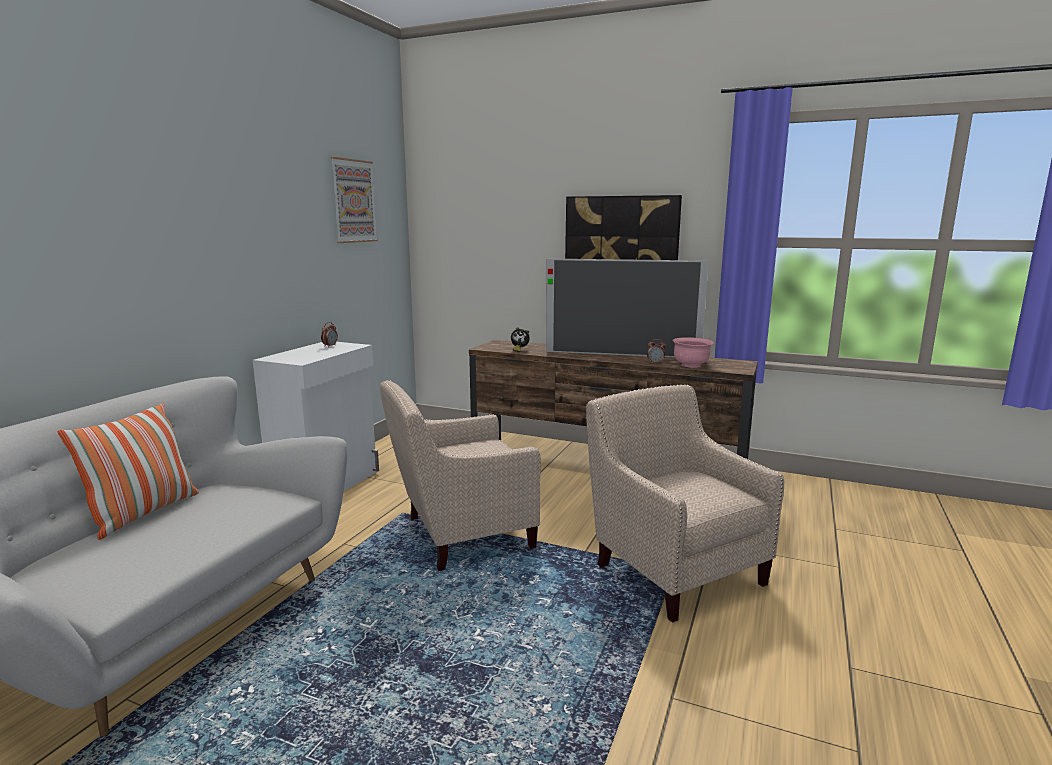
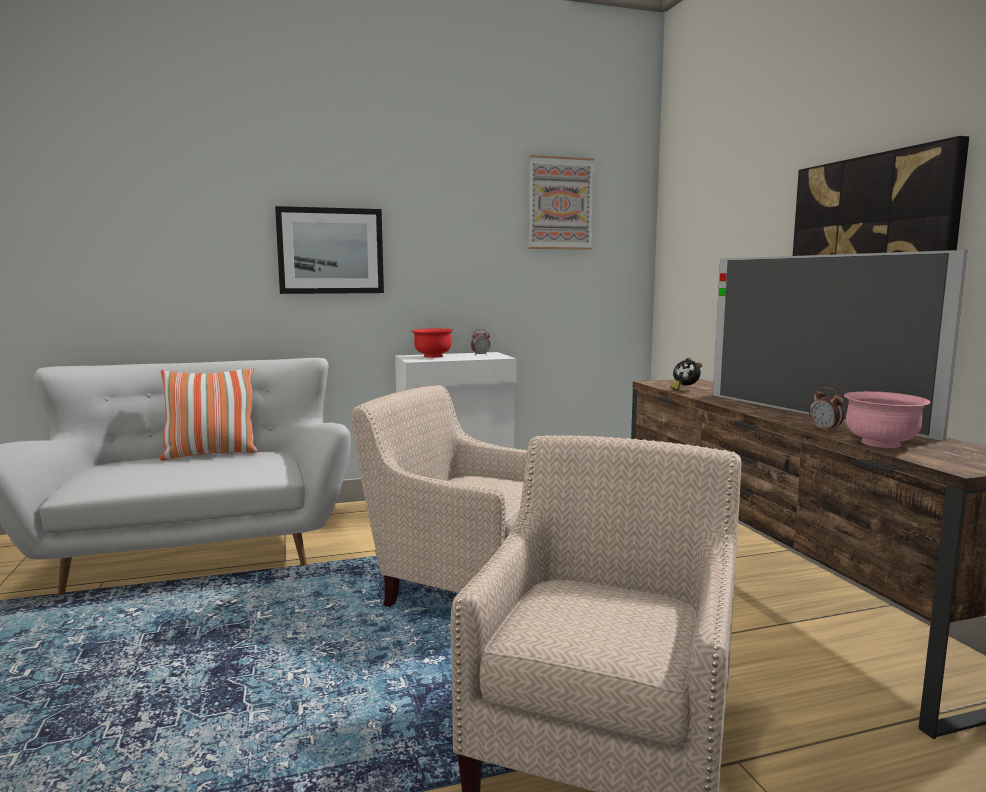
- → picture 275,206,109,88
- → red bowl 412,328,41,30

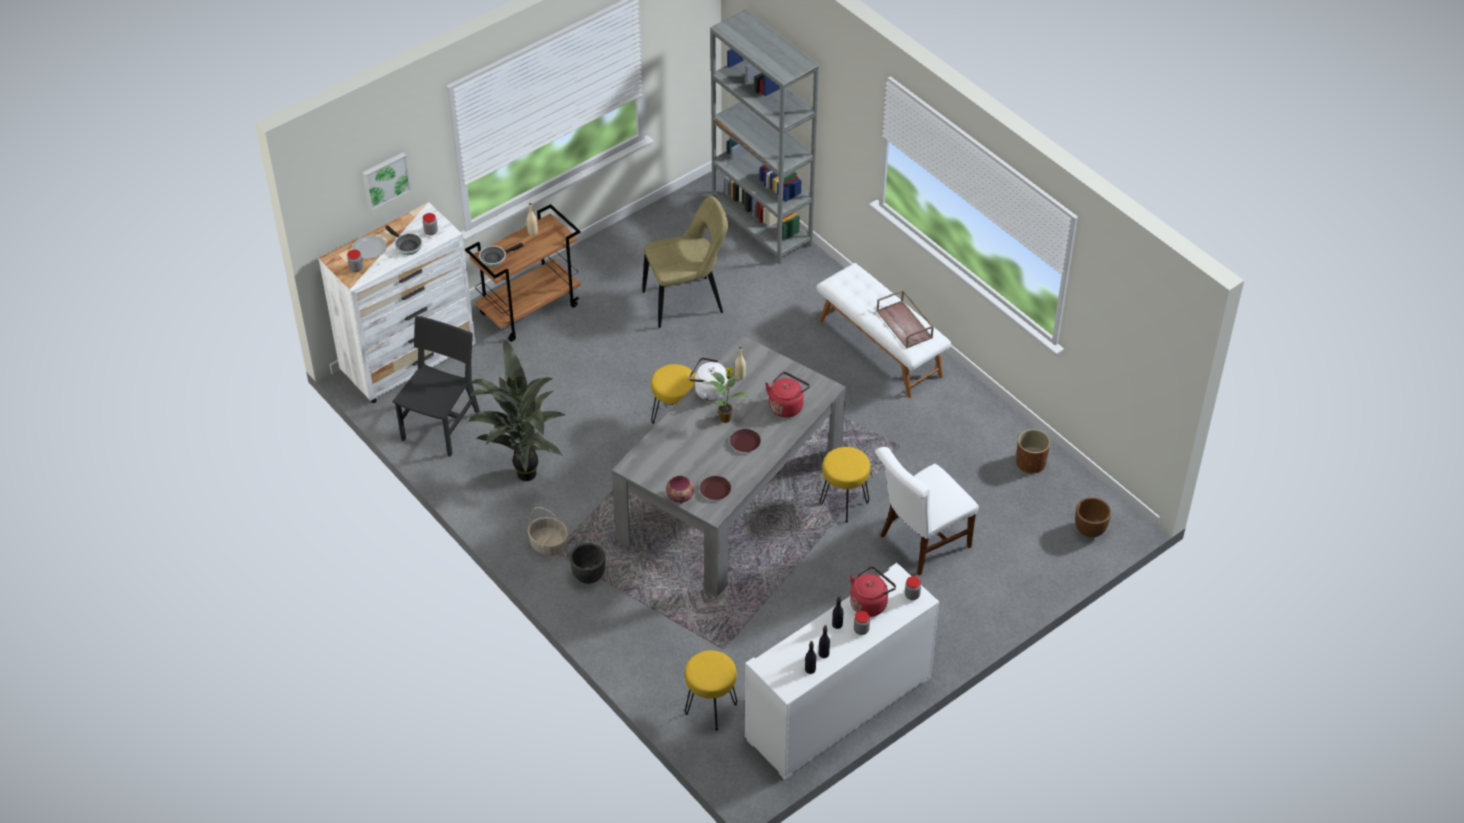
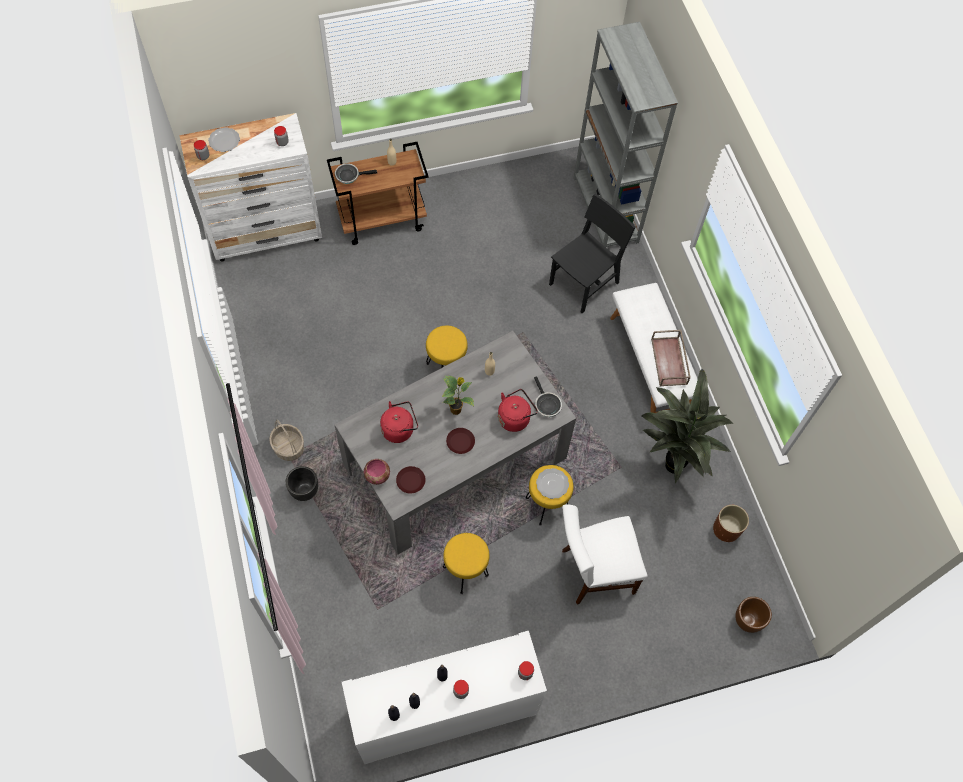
picture 362,152,49,59 → -
frying pan 385,225,38,30 → frying pan 534,376,28,41, relocated
black chair 392,316,88,141 → black chair 549,194,87,119, relocated
potted plant 468,341,97,140 → potted plant 642,369,92,115, relocated
beige chair 643,196,85,132 → -
yellow stool 685,650,52,81 → yellow stool 443,533,47,61, relocated
white kettle 689,357,40,44 → -
red kettle 850,566,46,51 → red kettle 380,401,38,42, relocated
- → plate 536,468,33,31

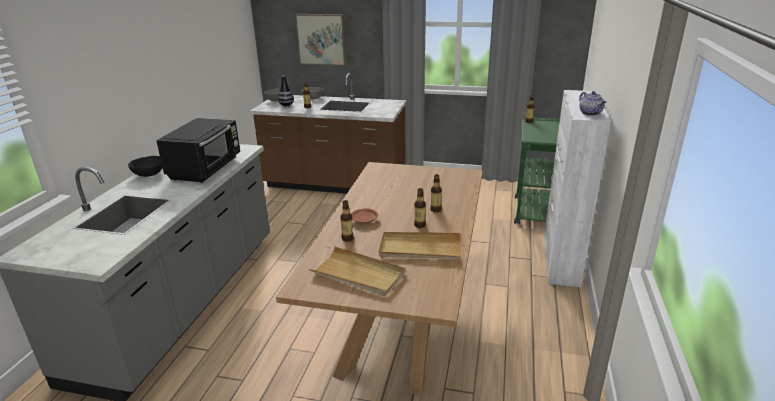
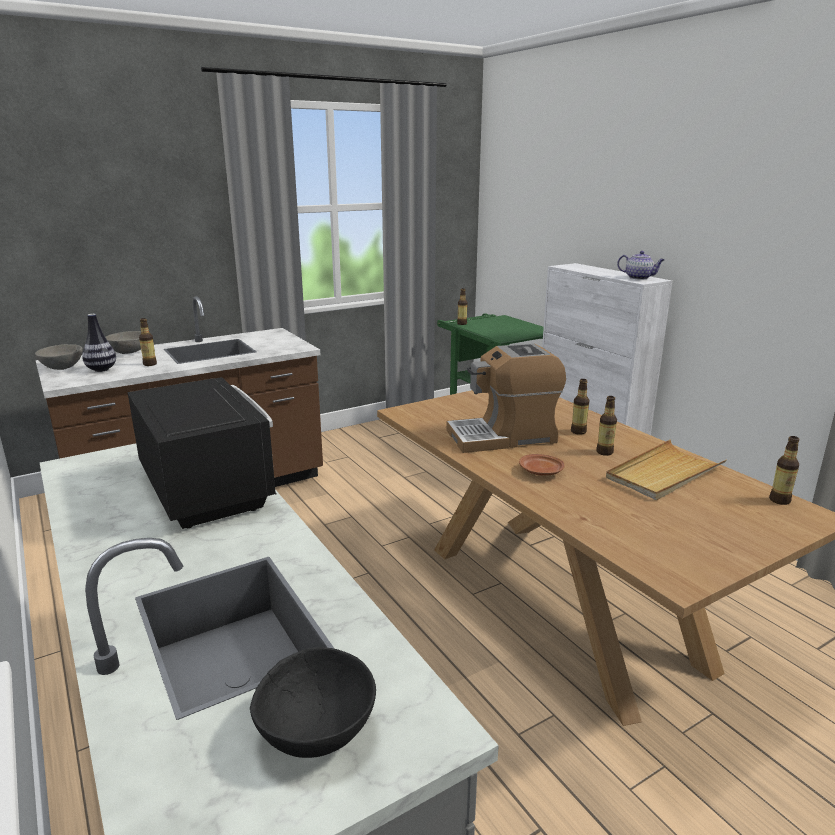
black bowl 128,156,35,21 → black bowl 250,647,126,111, relocated
picture 295,14,51,52 → -
beige tray 309,246,97,50 → -
bottle 340,200,13,42 → bottle 769,436,31,69, relocated
- → coffee machine 446,343,120,110

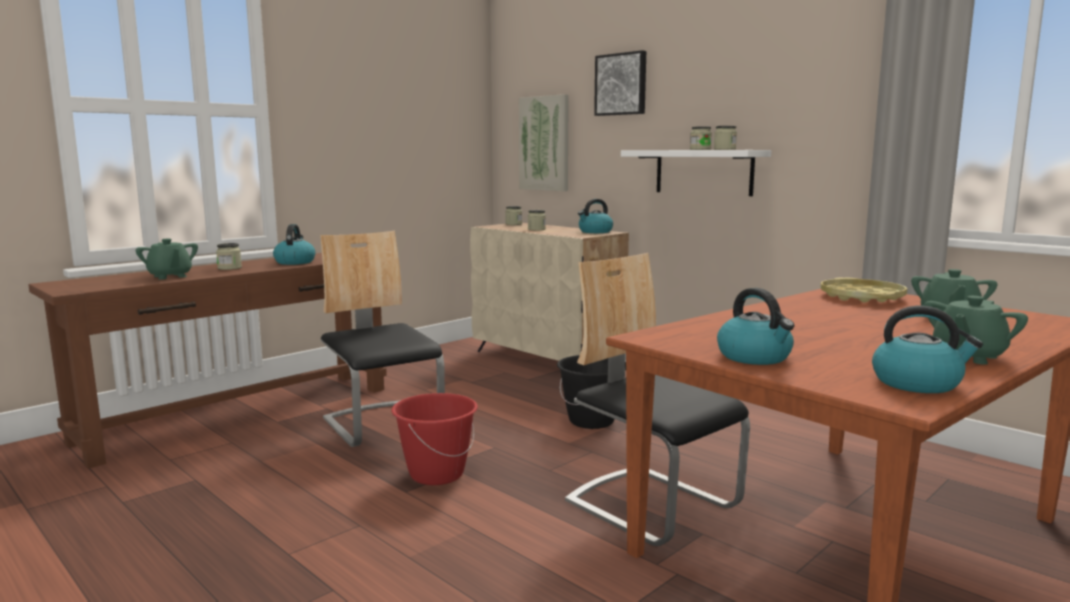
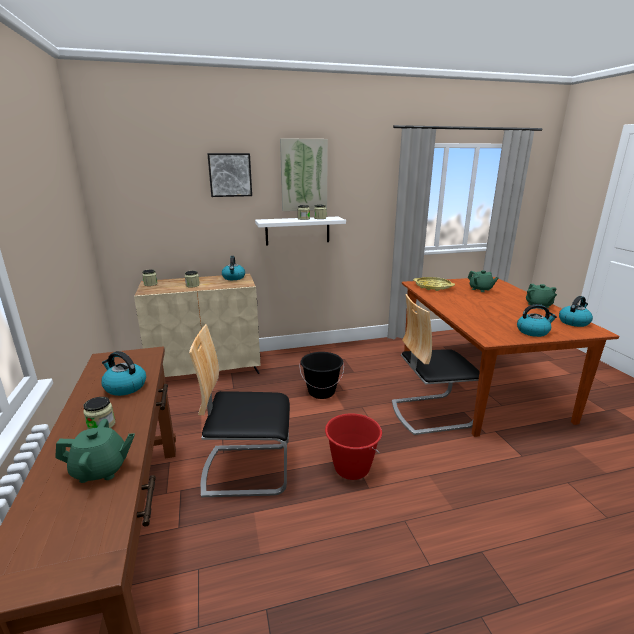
picture 519,94,50,97 → picture 280,138,48,73, relocated

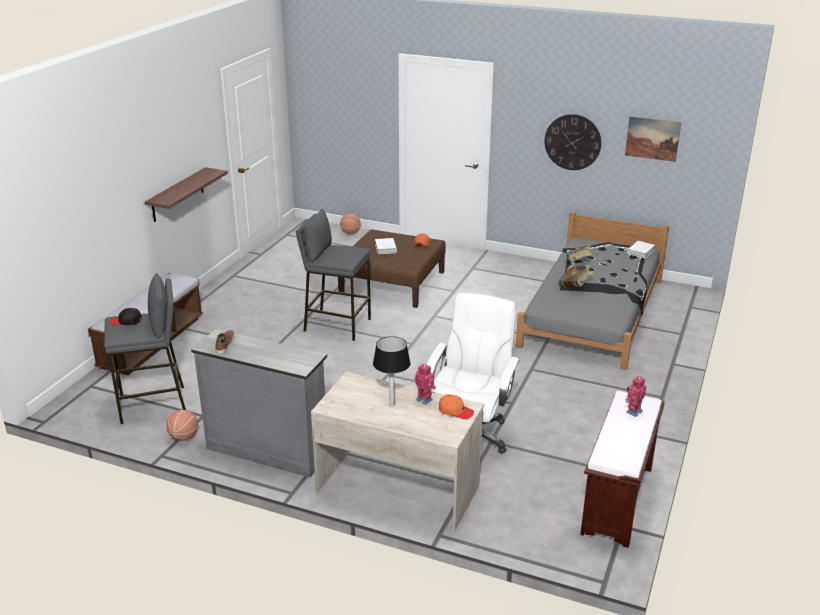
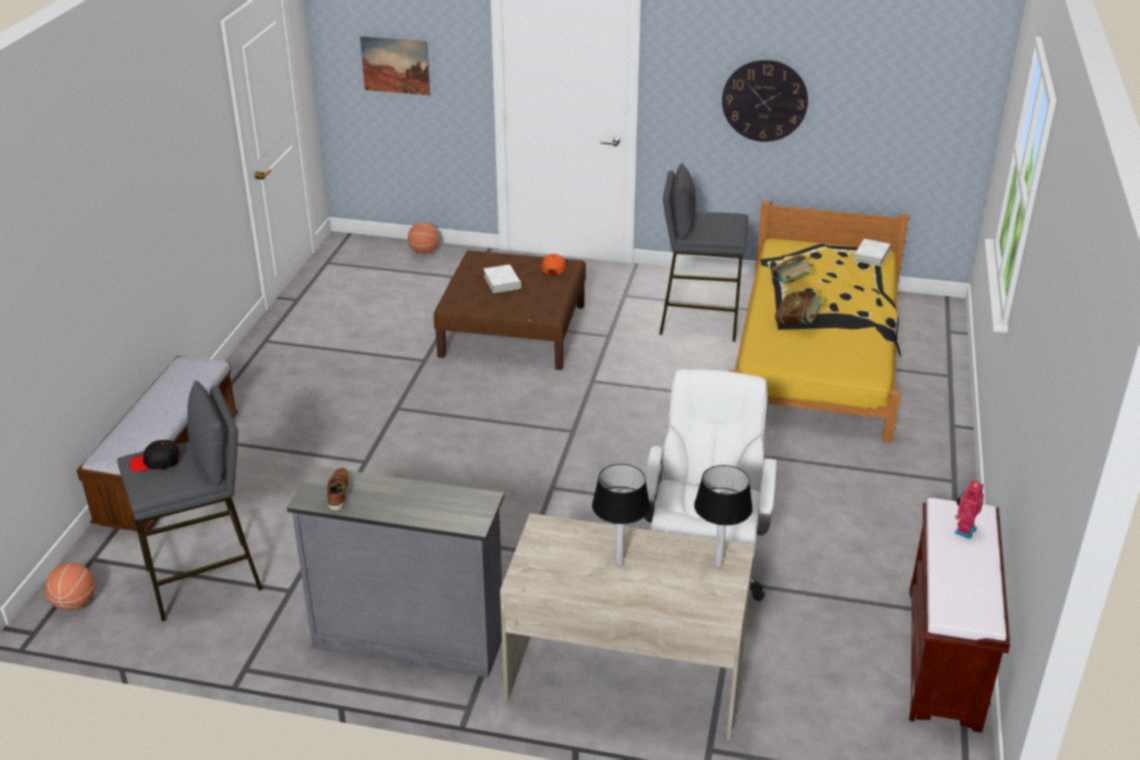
shelf 145,167,83,55 → -
basketball 166,410,32,31 → basketball 45,563,50,47, relocated
grey stool 296,209,75,132 → grey stool 659,163,89,179, relocated
toy robot 414,363,22,42 → -
orange cap 439,394,35,25 → table lamp 694,465,59,102
grey bed 516,211,153,159 → yellow bed 730,201,179,242
picture 625,116,56,46 → picture 360,36,70,59, relocated

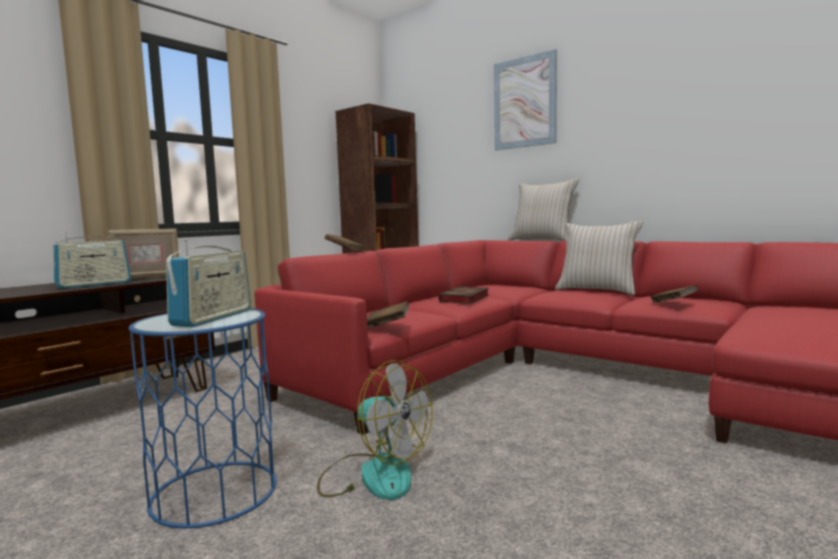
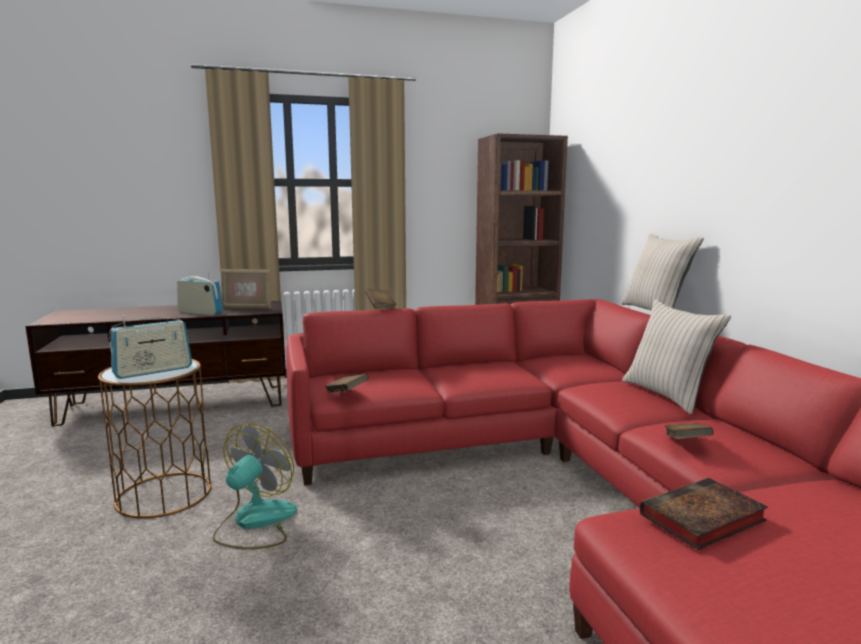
radio 52,232,79,56 → radio 177,273,46,42, 150 degrees counterclockwise
blue side table 129,308,148,220 → brown side table 98,359,114,159
fan 317,360,116,140 → fan 212,424,85,126, 135 degrees counterclockwise
book 439,286,50,18 → book 640,478,128,72, relocated
picture 494,49,63,101 → -

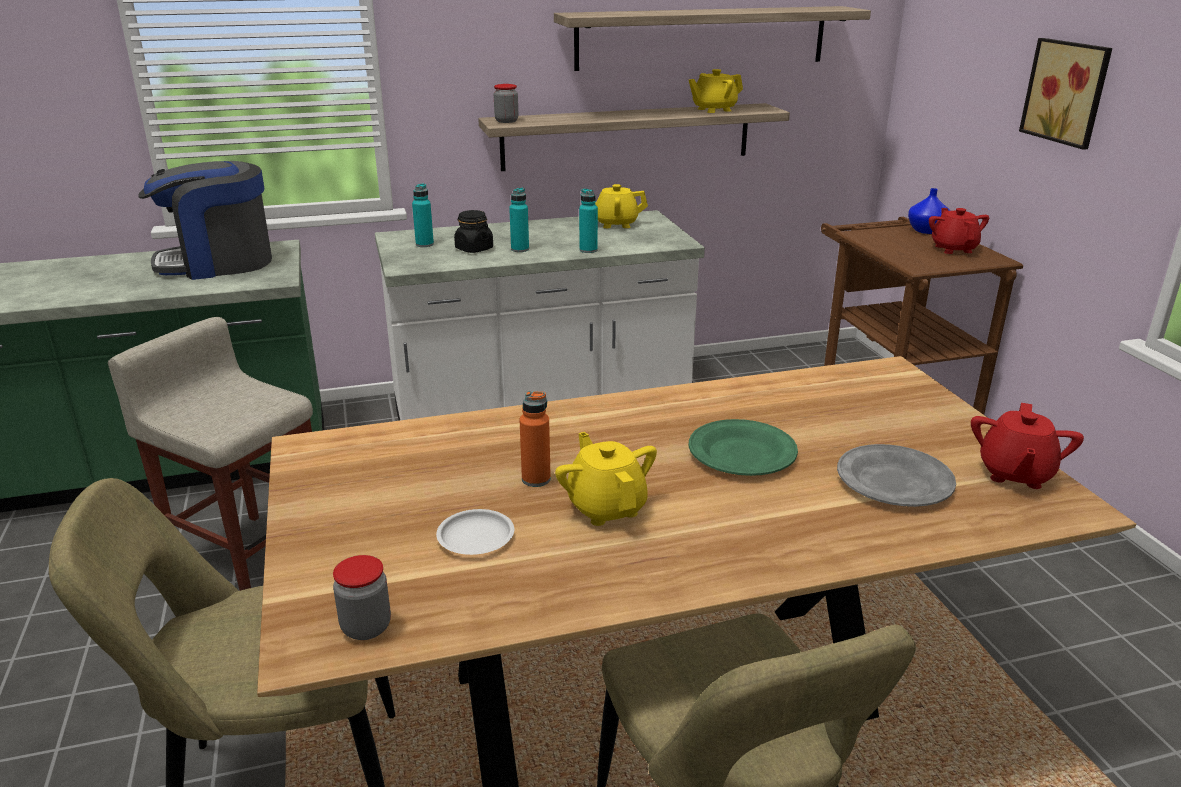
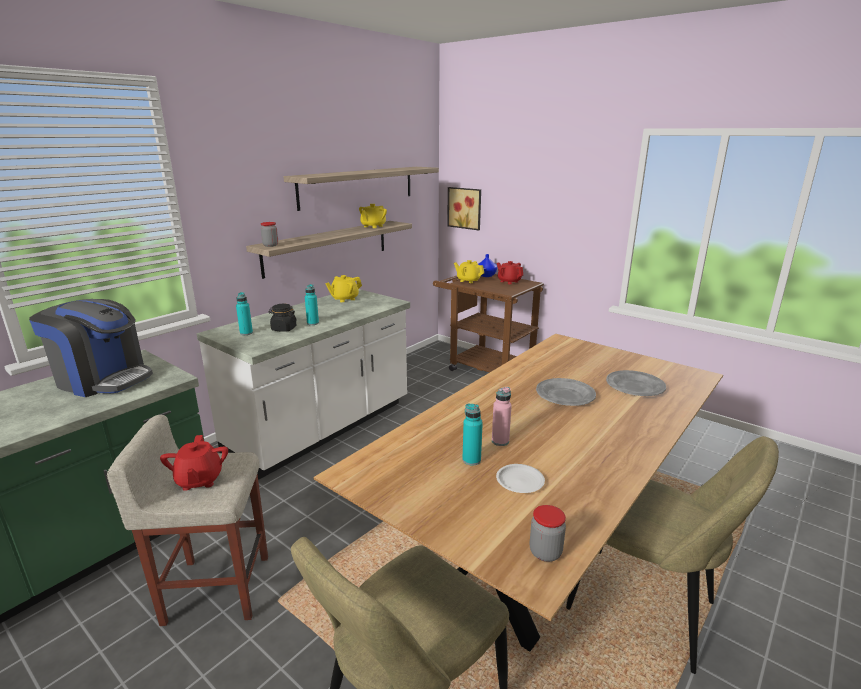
coffee machine 138,161,134,119 → coffee machine 29,299,124,98, 105 degrees counterclockwise
orange bottle 519,391,32,96 → pink bottle 492,387,20,59
yellow teapot 555,432,102,94 → yellow teapot 454,260,30,23, relocated
turquoise bottle 579,188,19,65 → turquoise bottle 462,404,21,62, relocated
green plate 689,419,109,57 → grey plate 536,378,60,28
red teapot 971,403,113,86 → red teapot 160,435,68,56, relocated
picture 1019,38,93,112 → picture 447,187,34,43, relocated

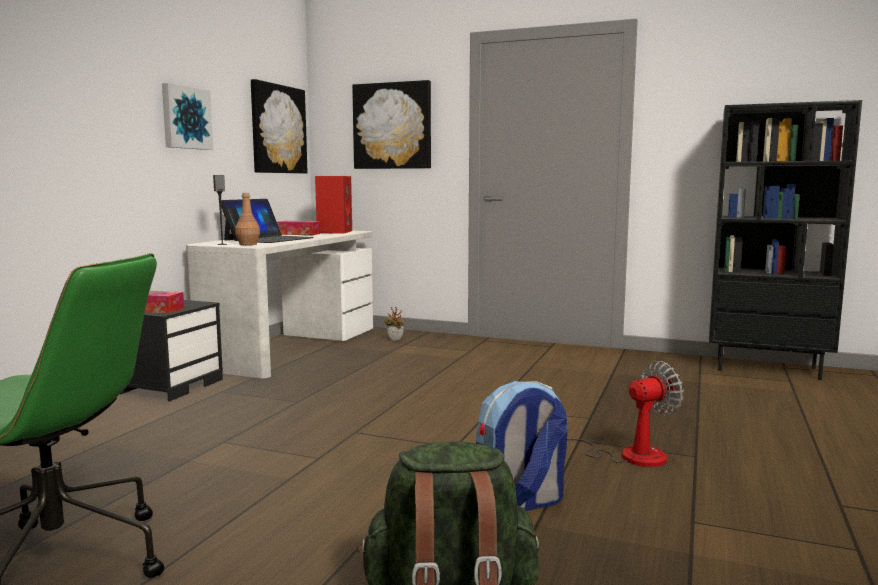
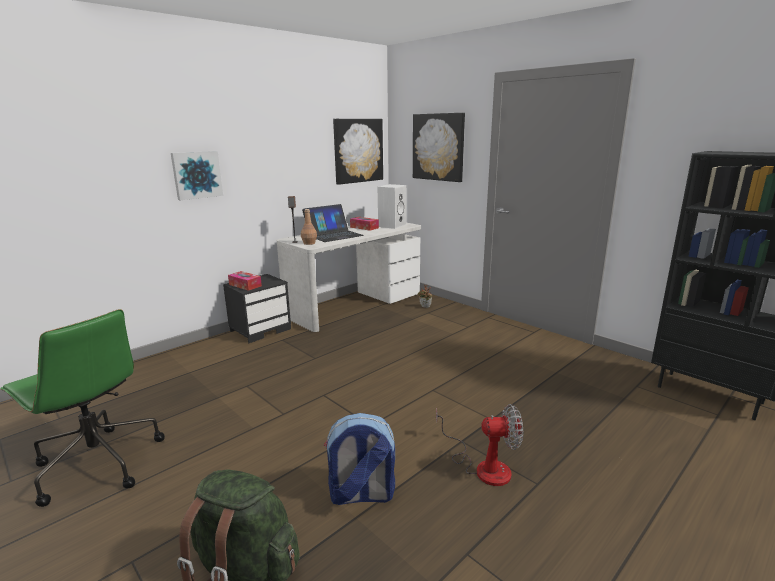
picture 162,83,51,67 → picture 171,151,52,49, relocated
red speaker 315,176,37,58 → white speaker 378,184,29,45

